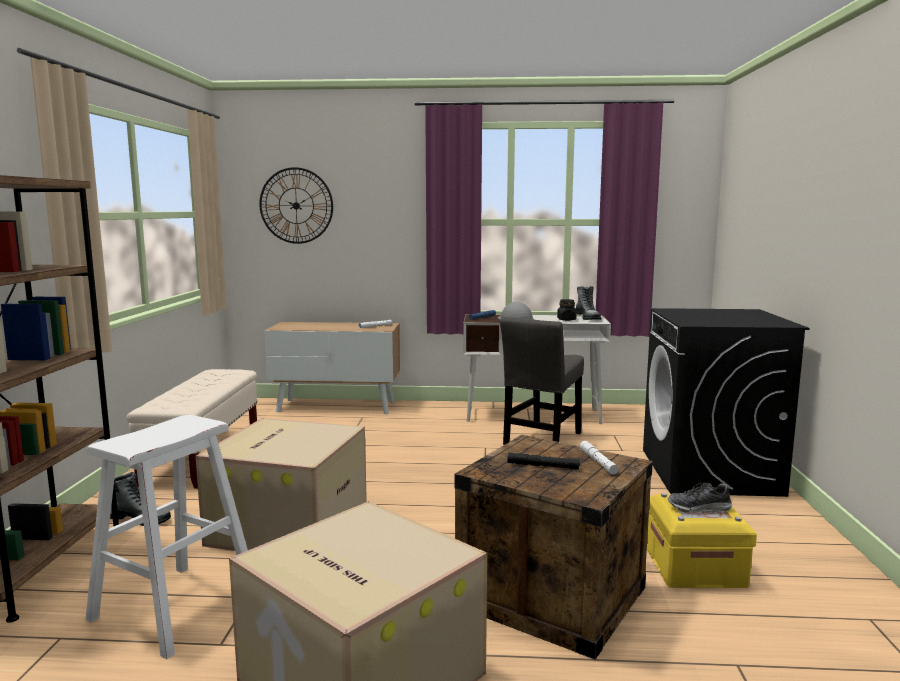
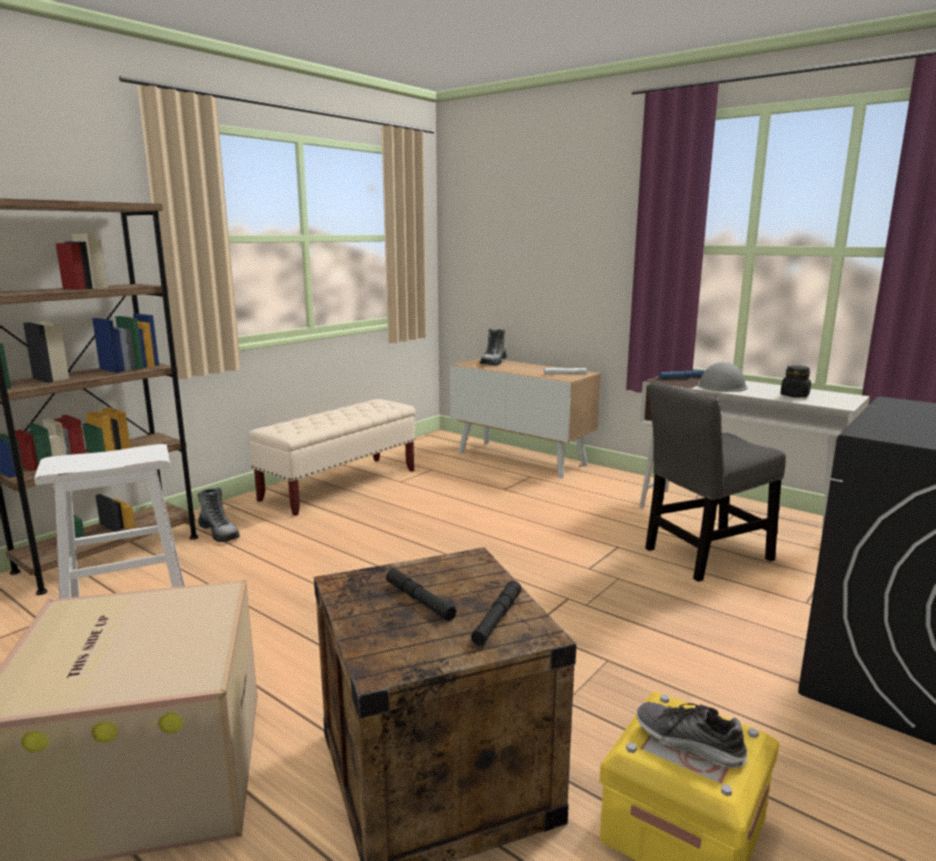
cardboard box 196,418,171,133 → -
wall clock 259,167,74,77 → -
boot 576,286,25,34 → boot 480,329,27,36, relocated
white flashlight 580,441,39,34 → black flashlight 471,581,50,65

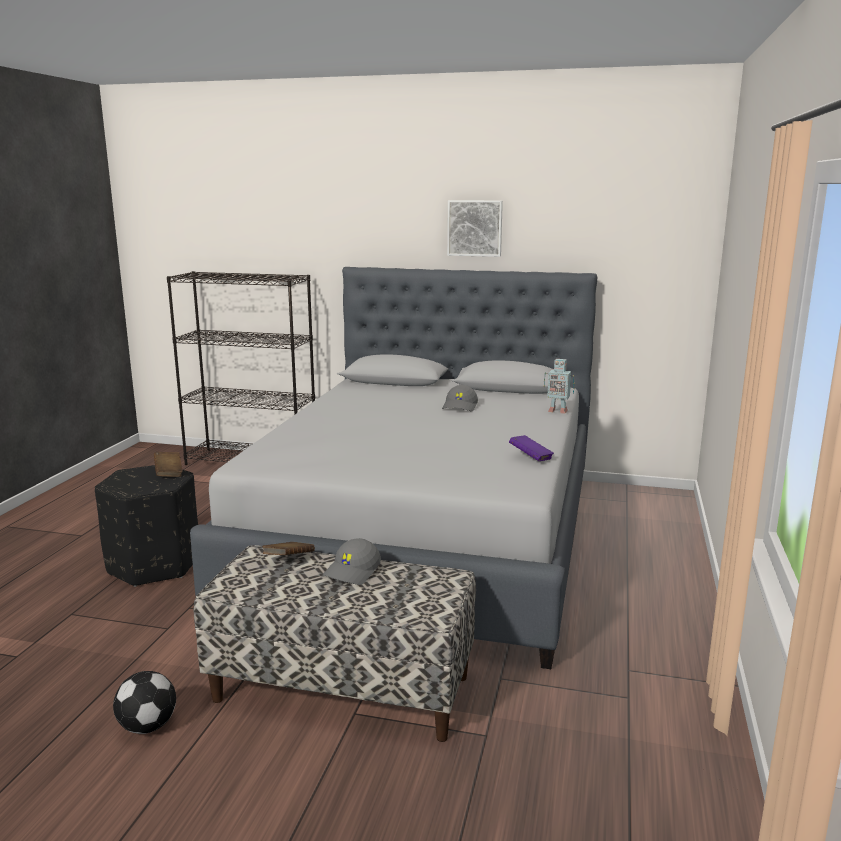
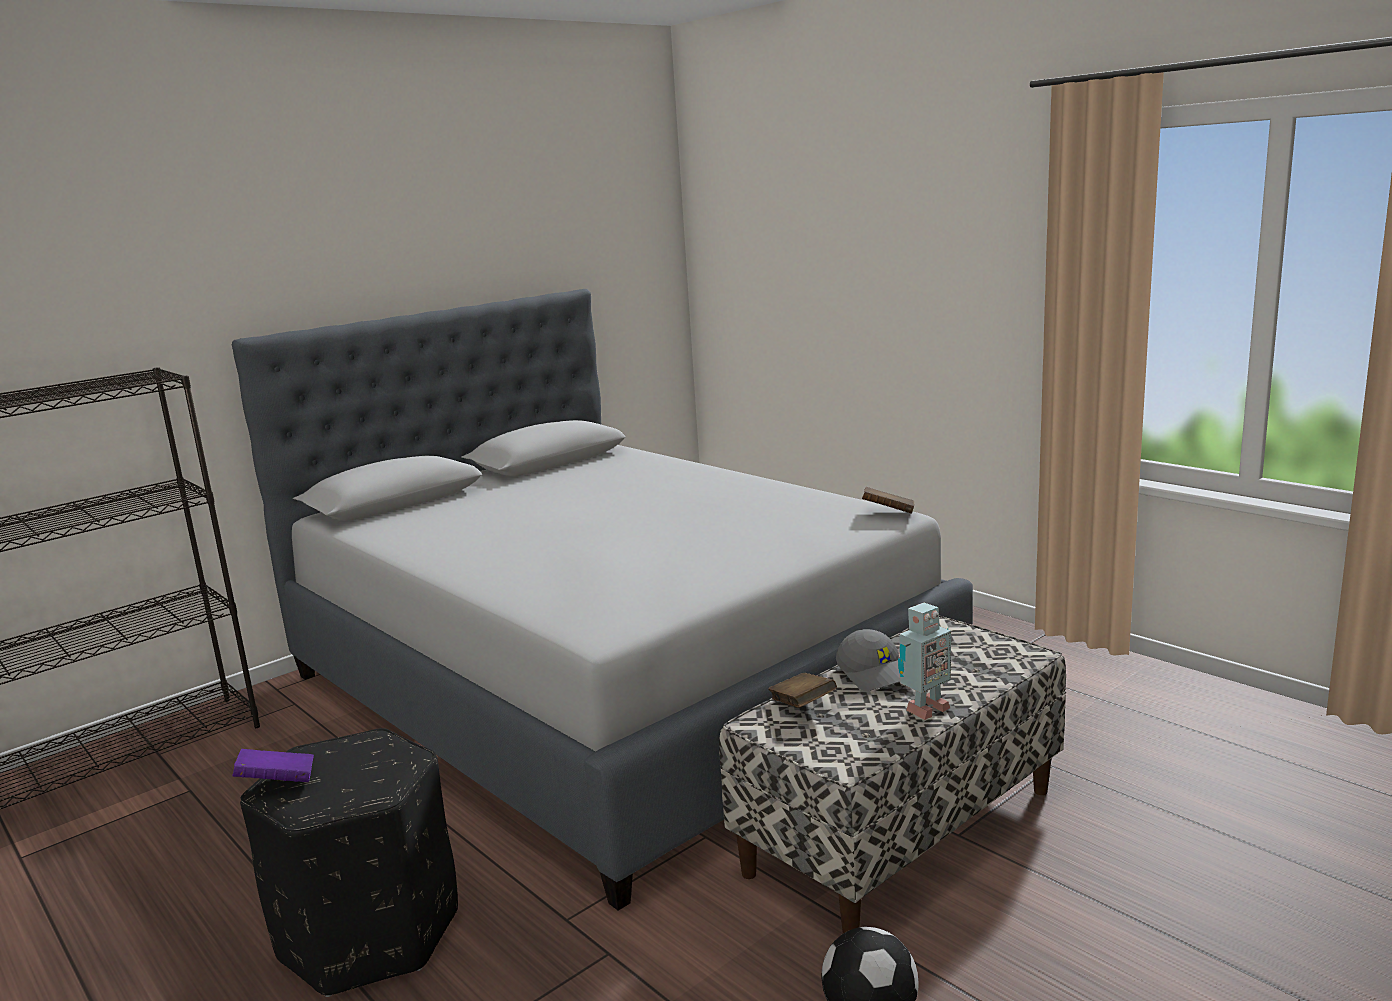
brown book 154,452,29,25 → brown book 862,487,52,27, relocated
grey cap 442,385,36,26 → -
picture 447,200,56,57 → -
purple book 509,435,45,26 → purple book 232,749,82,33, relocated
toy robot 544,359,31,55 → toy robot 898,603,53,117, relocated

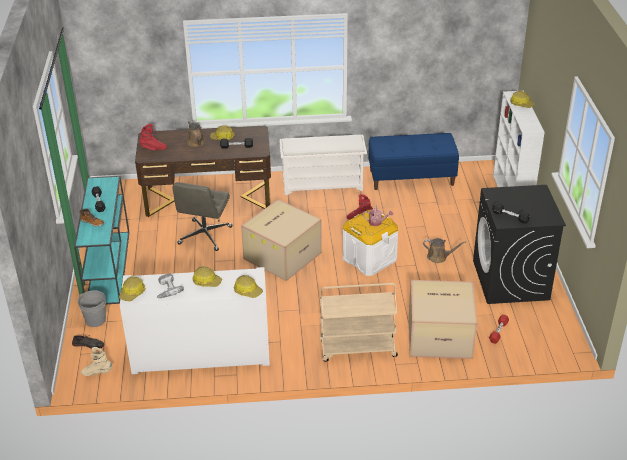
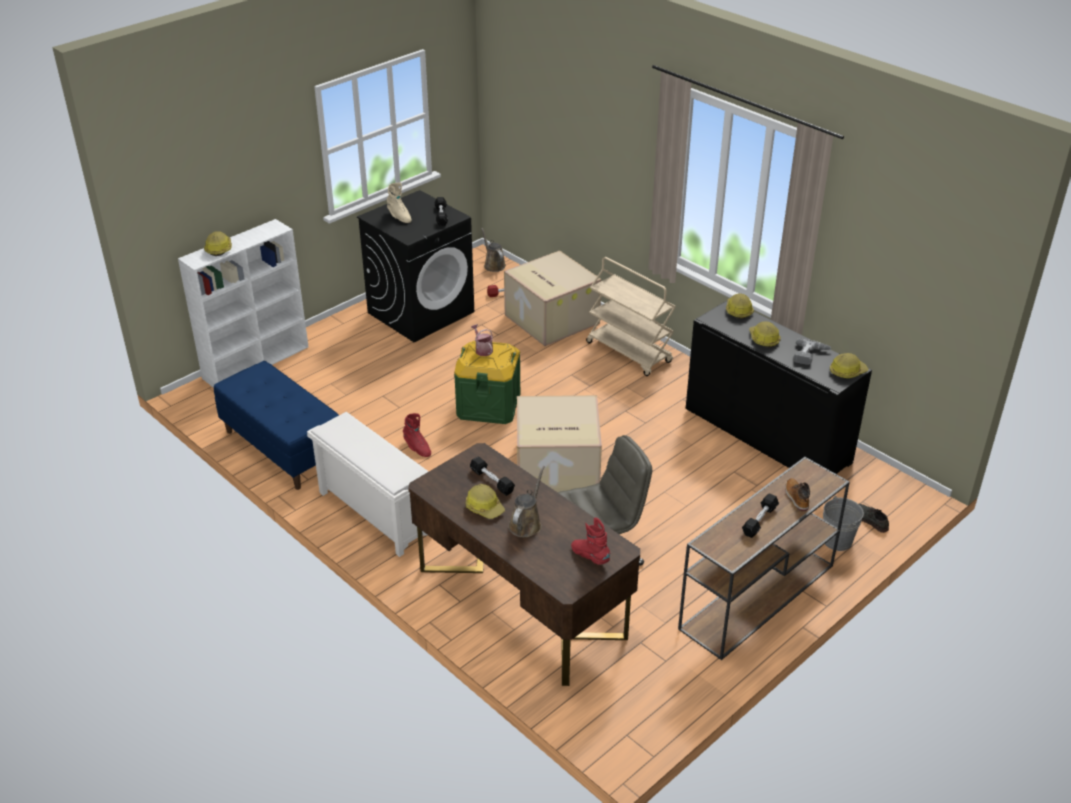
turquoise console table 74,176,56,128 → brown console table 678,457,172,203
beige boot 81,347,31,29 → beige boot 386,182,25,41, relocated
white cabinet 120,267,150,107 → black cabinet 686,301,186,173
white storage box 343,210,55,66 → green storage box 454,340,66,84
brown watering can 423,238,43,25 → brown watering can 481,228,25,44, relocated

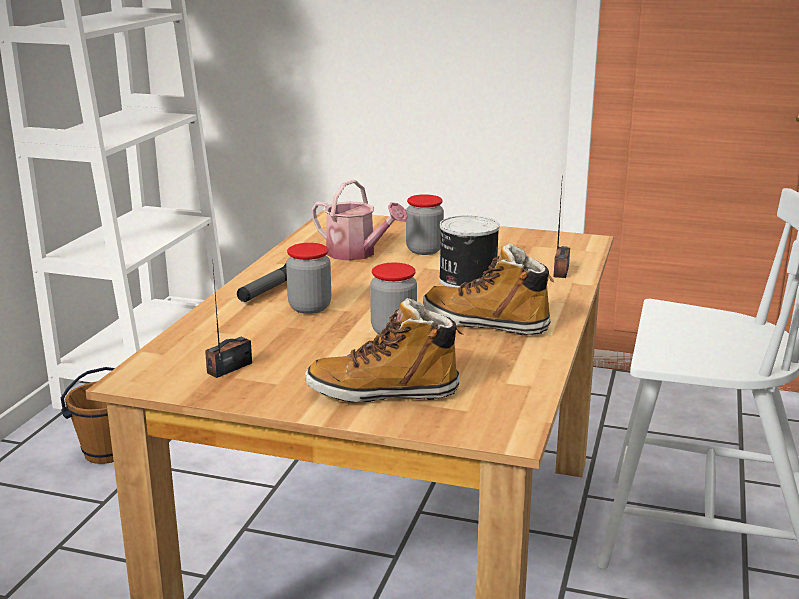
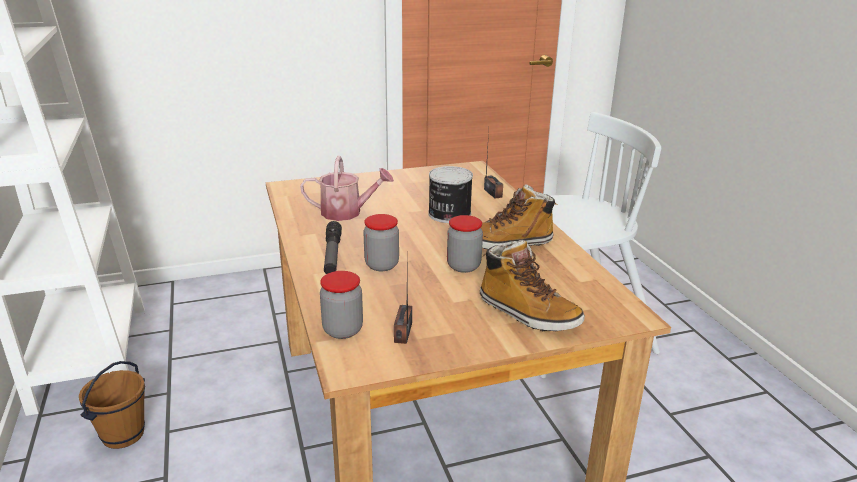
boot 305,298,158,104 → boot 480,240,105,91, 105 degrees counterclockwise
jar 406,194,38,61 → jar 320,271,43,68, relocated

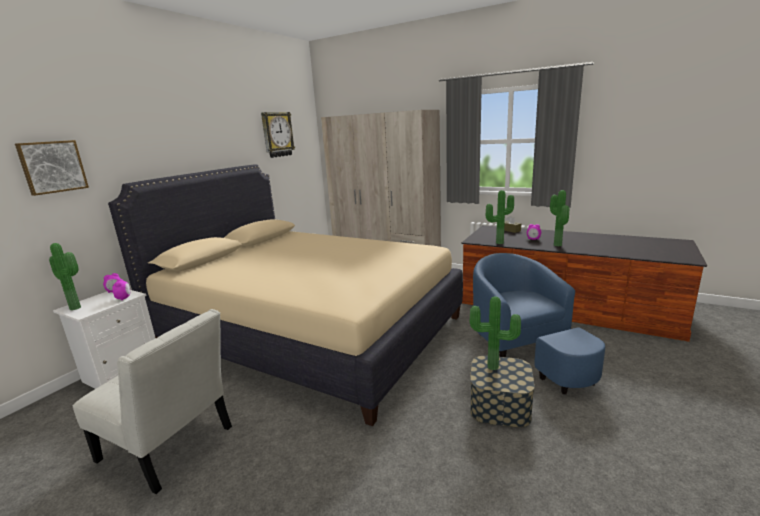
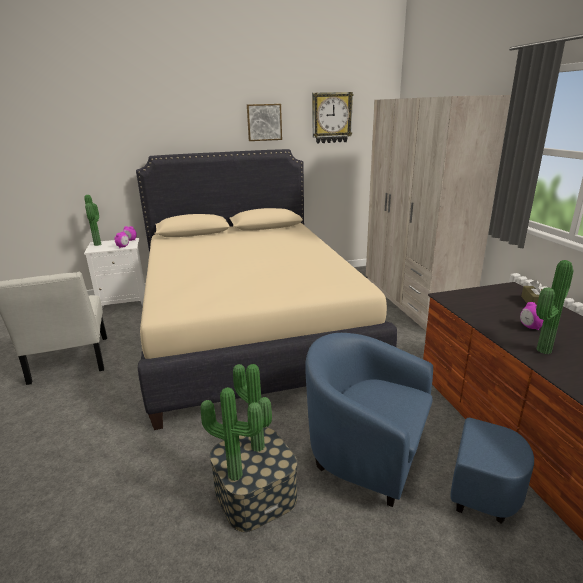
picture 15,140,74,56 → picture 247,104,35,37, relocated
blue armchair 473,253,132,141 → blue armchair 305,333,229,191, 90 degrees counterclockwise
potted plant 486,190,28,54 → potted plant 200,387,63,94, relocated

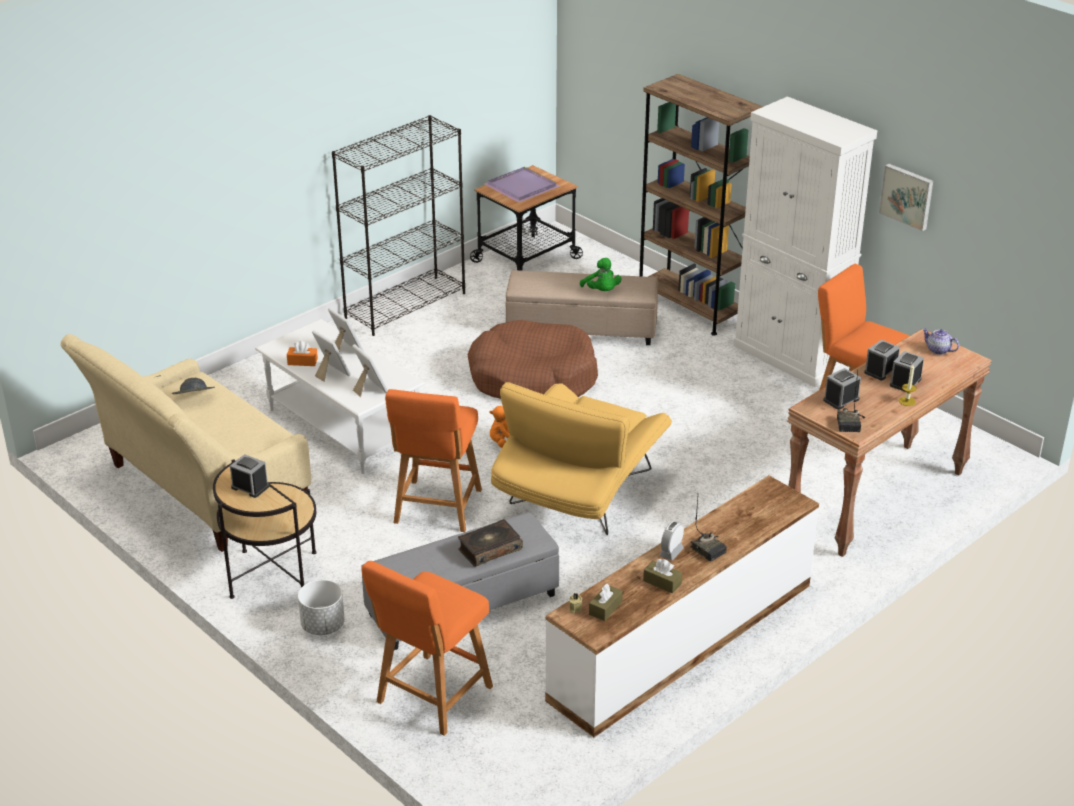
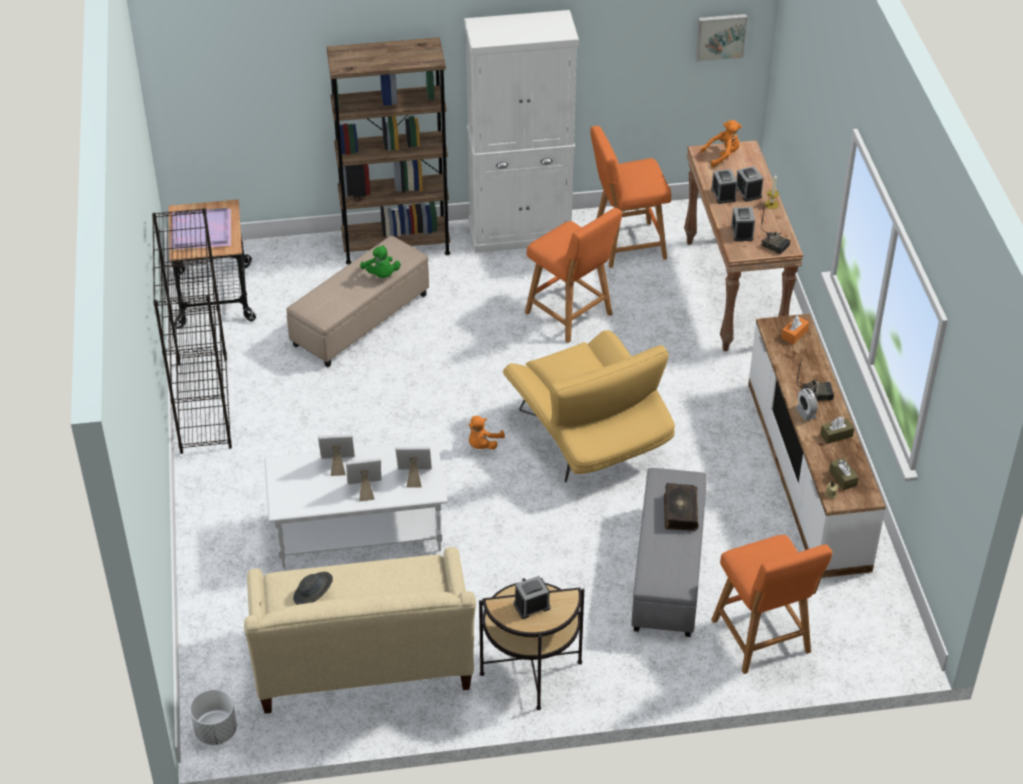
orange tissue box 287,341,31,25 → orange tissue box 781,316,28,28, relocated
white planter 298,580,47,55 → white planter 190,689,47,56, relocated
orange stool 385,389,97,143 → orange stool 525,208,97,135, relocated
brown dog bed 468,320,130,79 → -
green plush toy 580,258,41,33 → green plush toy 360,245,41,33, 60 degrees clockwise
picture 879,164,54,67 → picture 695,14,52,48, relocated
teapot 922,328,37,27 → orange plush toy 700,120,42,47

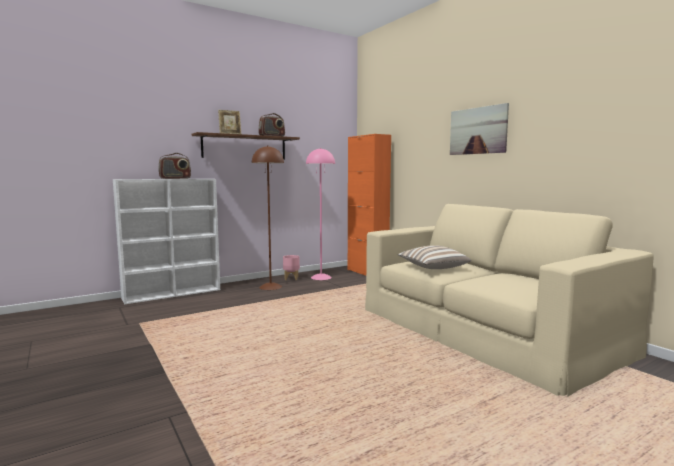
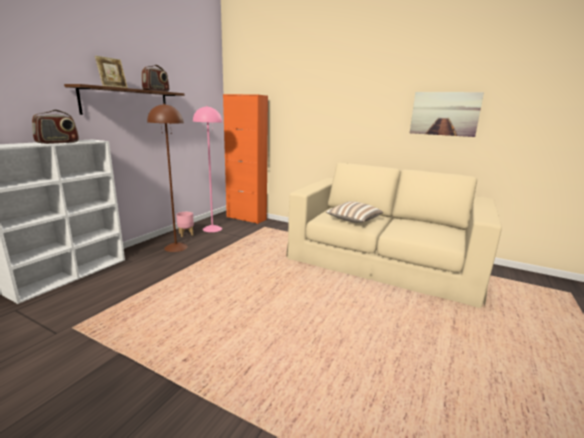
picture 450,103,59,52 → picture 410,92,74,45, relocated

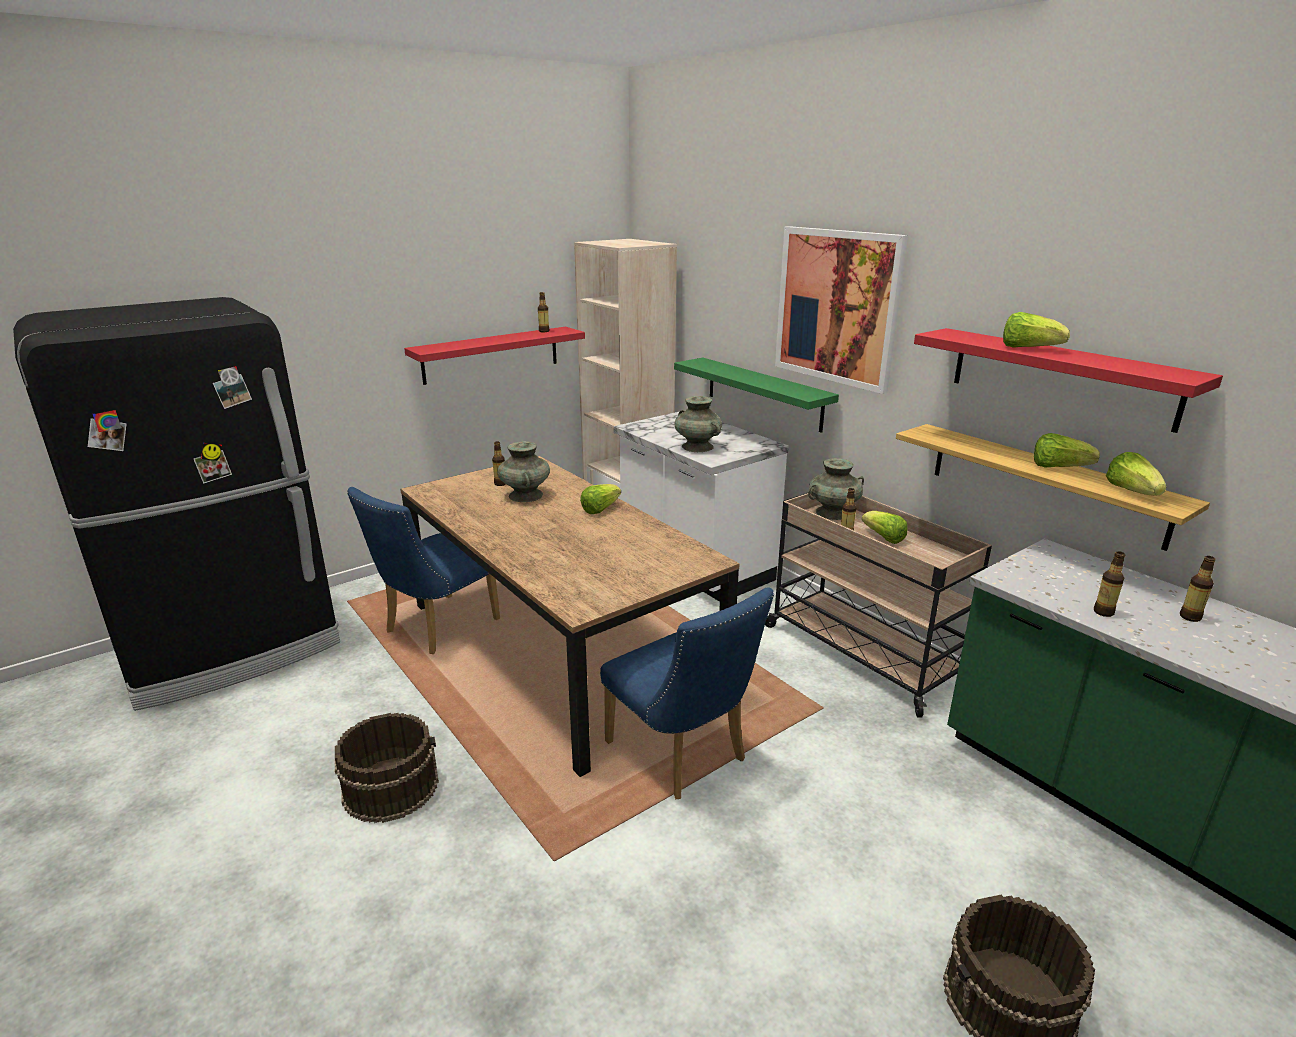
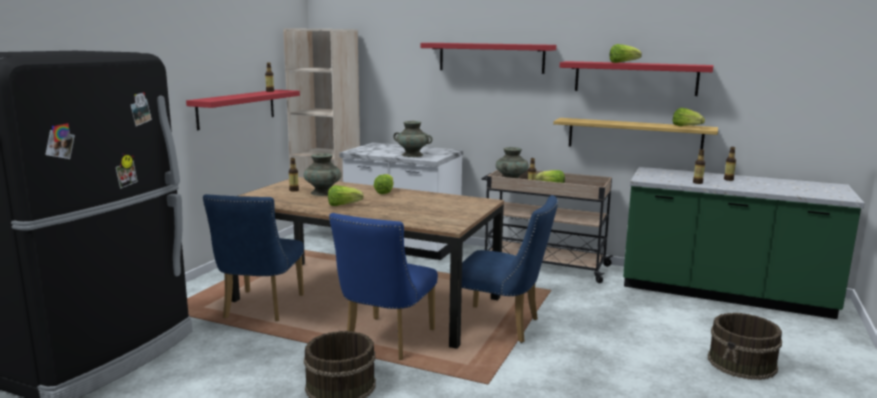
green shelf 674,358,165,75 → -
picture 775,226,133,168 → red shelf 421,43,135,31
lettuce 1034,433,66,35 → lettuce 328,185,36,21, relocated
- → blue chair 329,213,109,147

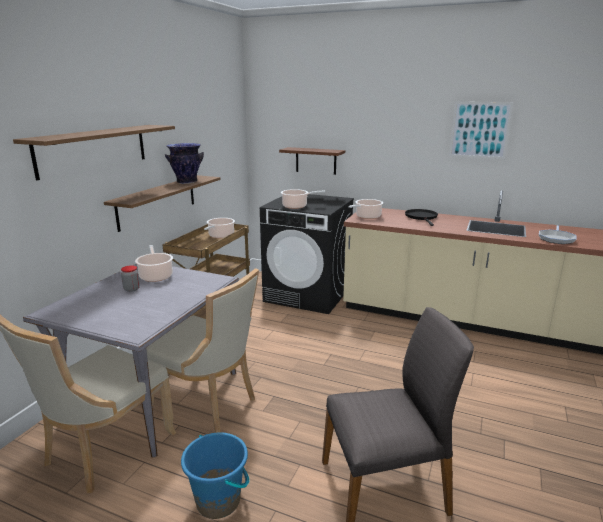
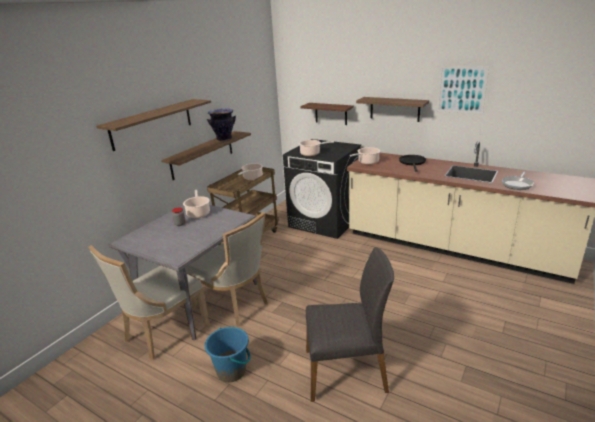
- → shelf 356,97,73,25

